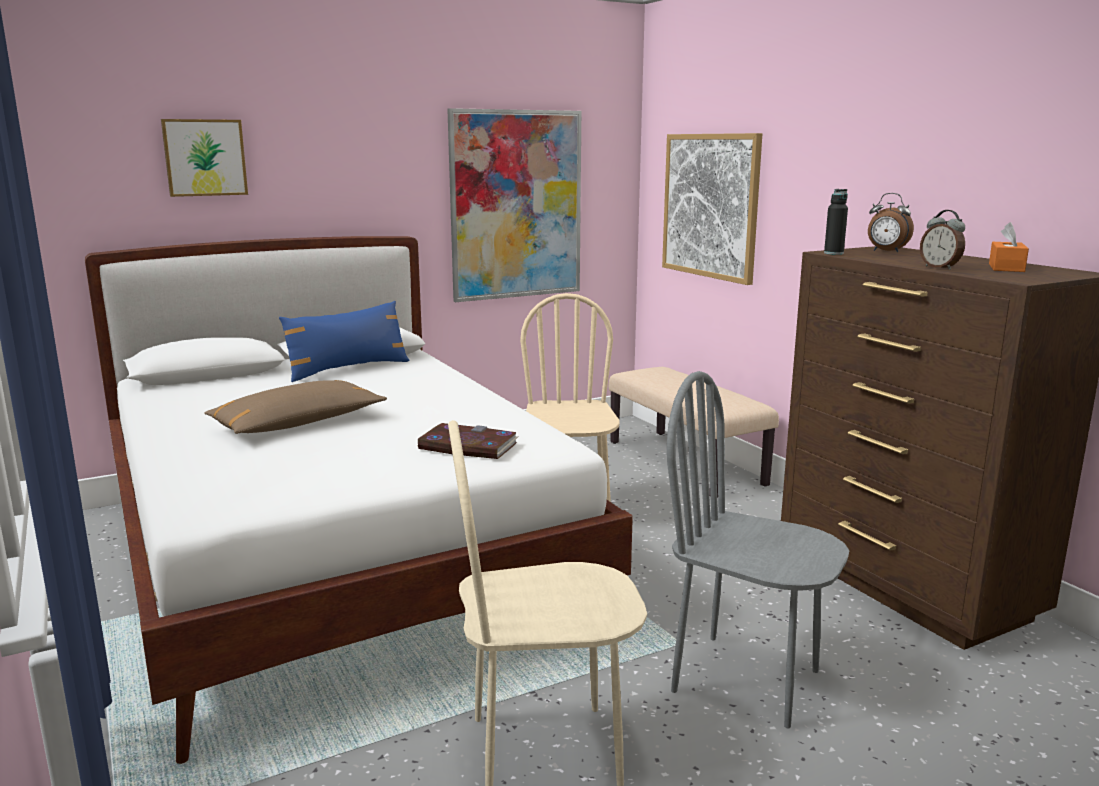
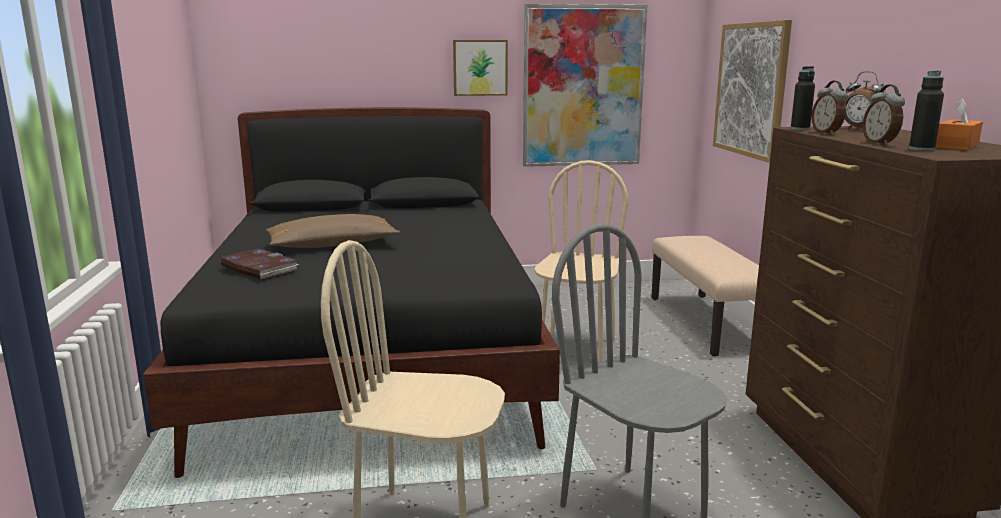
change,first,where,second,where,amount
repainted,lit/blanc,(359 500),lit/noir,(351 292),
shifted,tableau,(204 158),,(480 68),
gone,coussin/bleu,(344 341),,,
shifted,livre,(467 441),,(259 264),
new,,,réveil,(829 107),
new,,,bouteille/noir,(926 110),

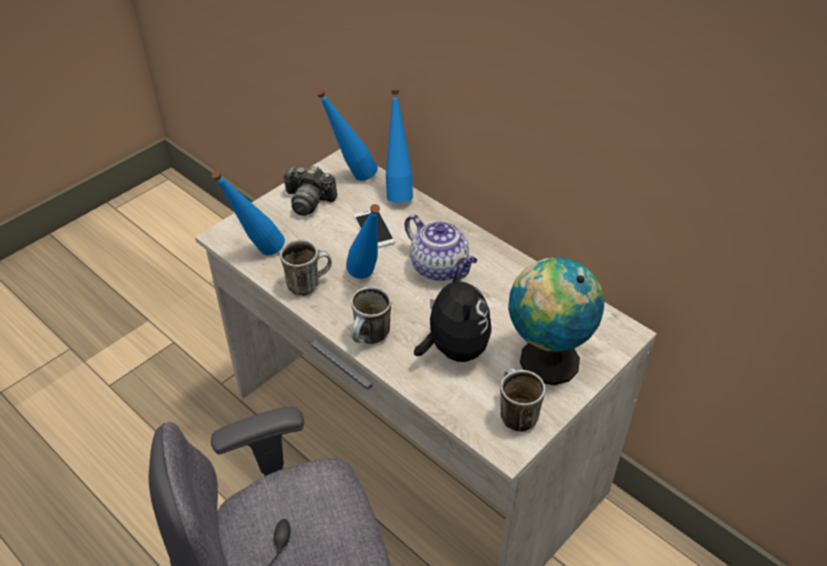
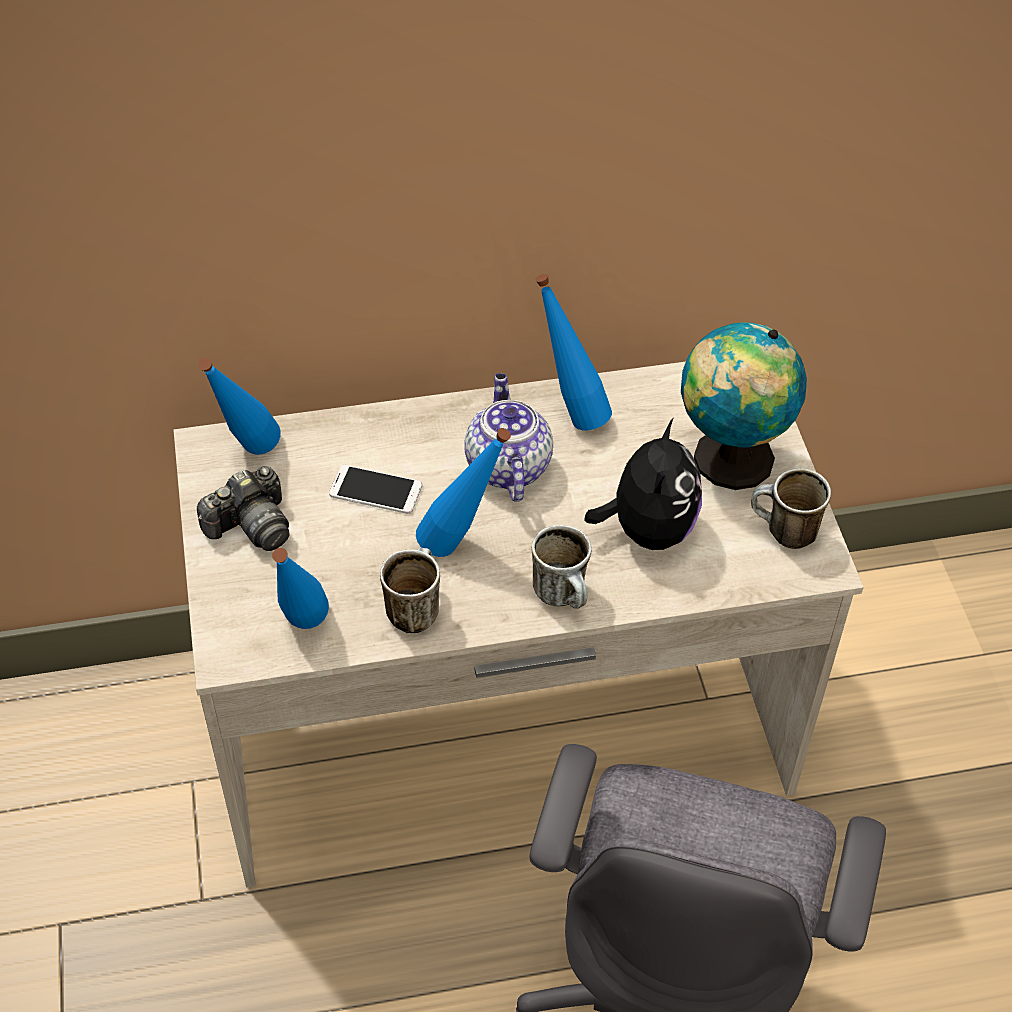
change,first,where,second,where,amount
shifted,bouteille/bleu,(399 145),,(573 352),
rotated,théière,(441 247),,(508 437),90 degrees counterclockwise
rotated,peluche,(453 313),,(643 483),75 degrees clockwise

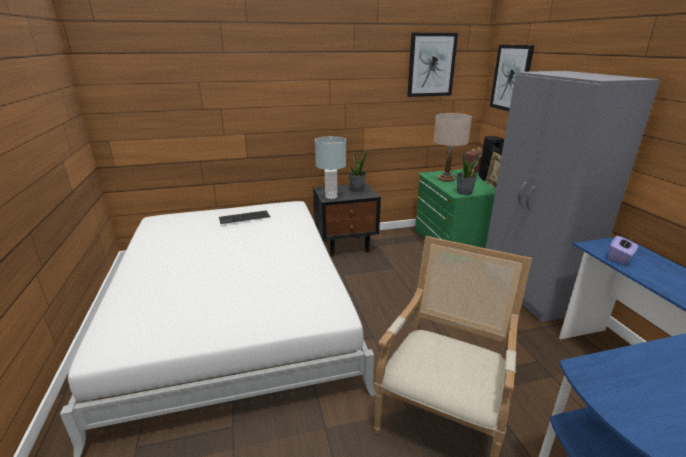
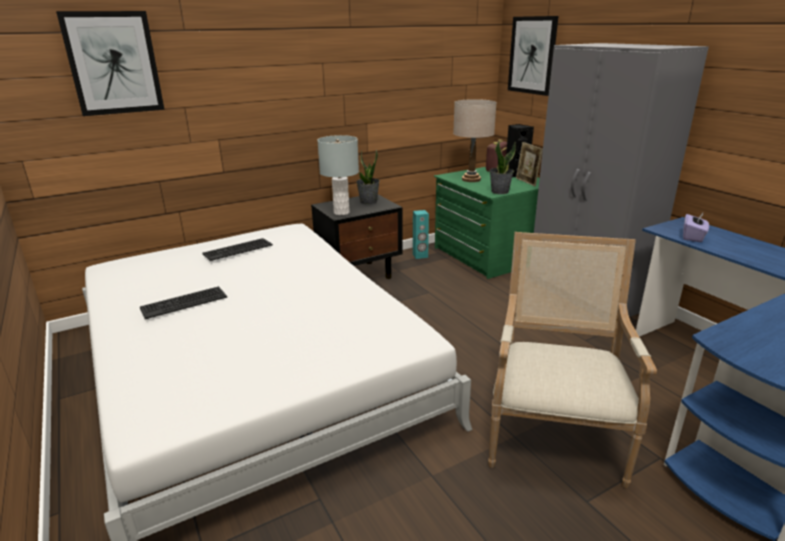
change,first,where,second,where,amount
shifted,tableau,(432 65),,(110 63),
new,,,clavier,(183 302),
new,,,enceinte/turquoise,(421 234),

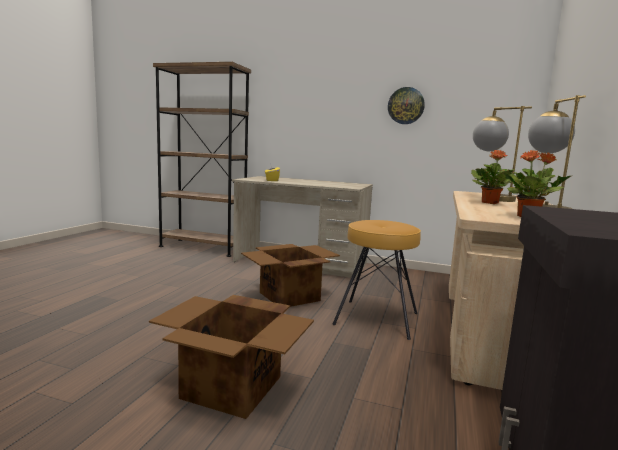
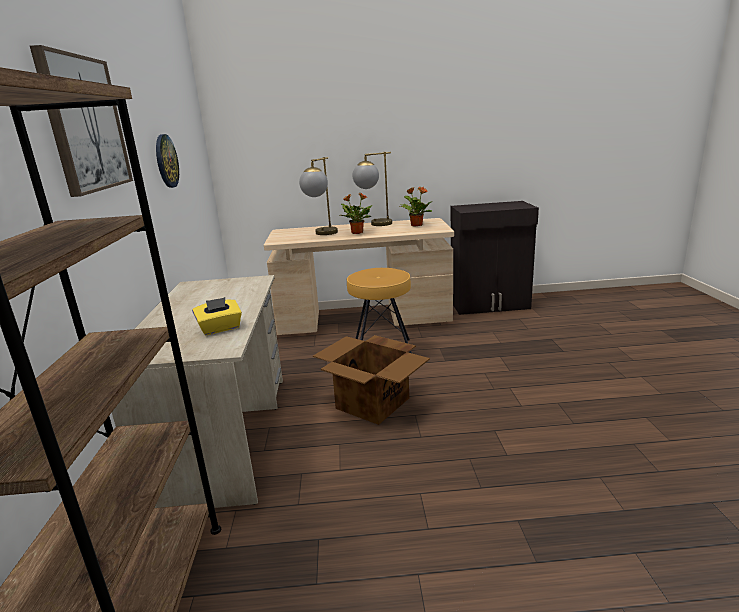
change,first,where,second,where,amount
gone,carton,(231 357),,,
new,,,tableau,(81 121),

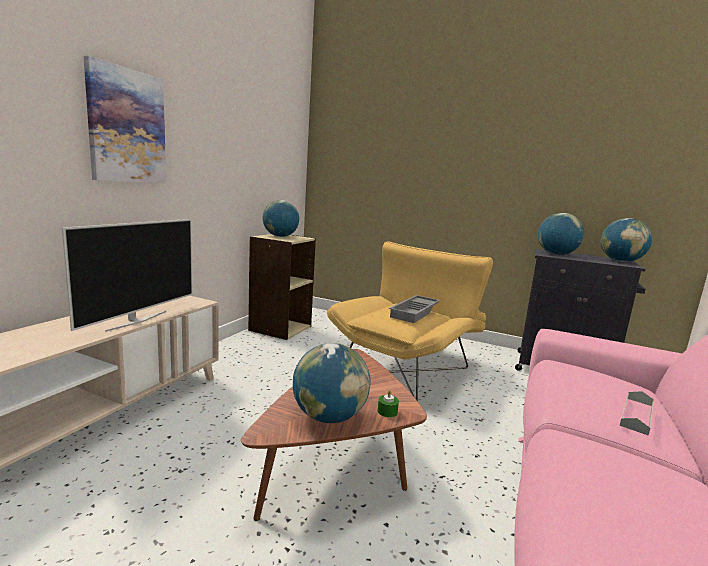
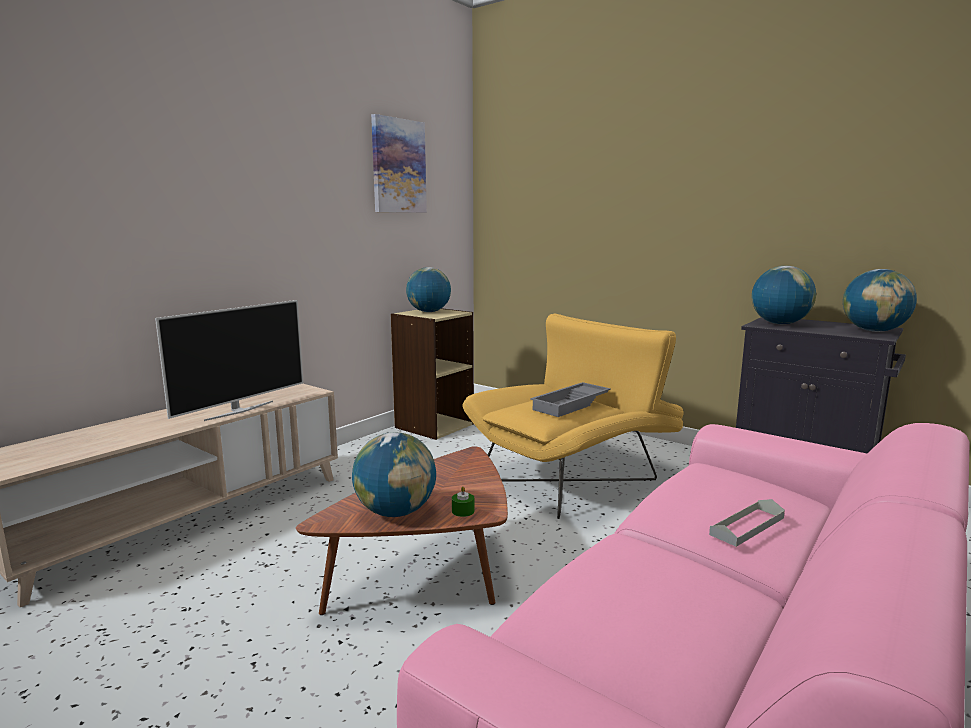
change,first,where,second,where,amount
shifted,tableau,(124 119),,(399 163),

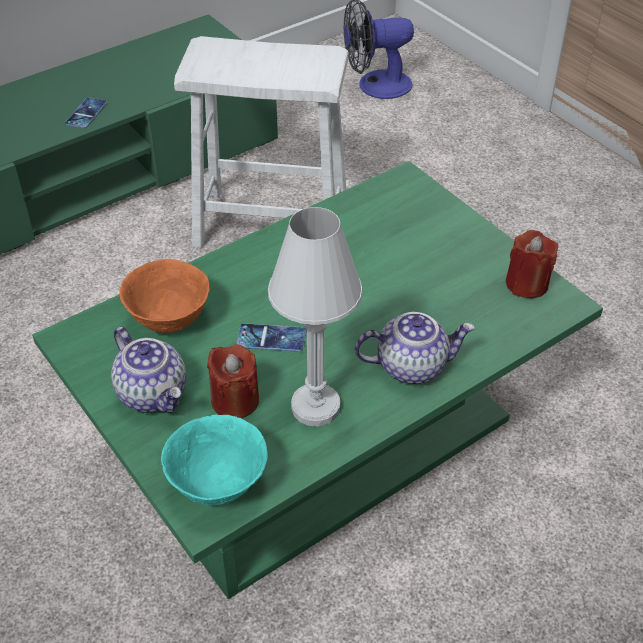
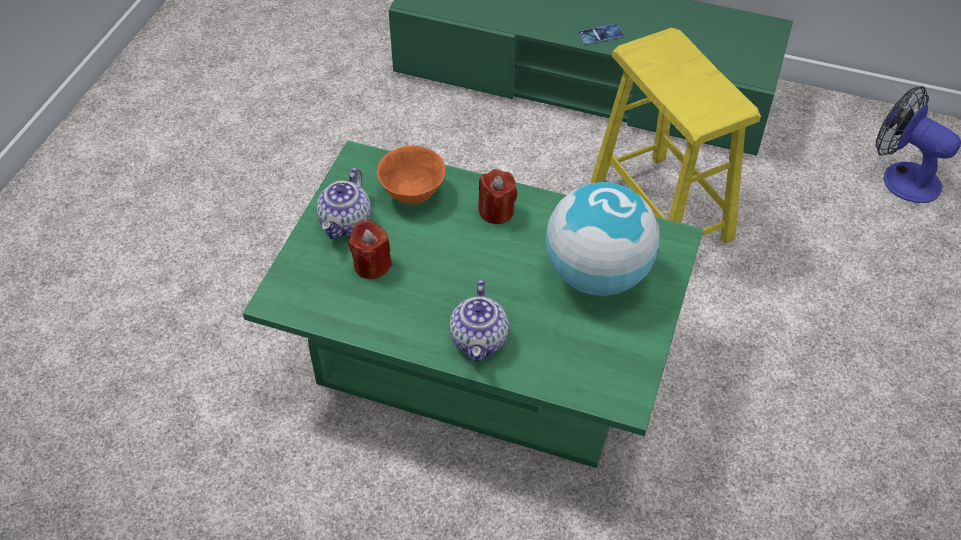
change,first,where,second,where,amount
gone,bol/turquoise,(214 460),,,
repainted,tabouret/blanc,(261 142),tabouret/jaune,(676 135),
gone,téléphone,(271 337),,,
gone,lampe de table/blanc,(315 317),,,
rotated,théière,(415 348),,(479 321),45 degrees clockwise
shifted,bougie/rouge,(532 264),,(498 196),
new,,,globe,(603 239),

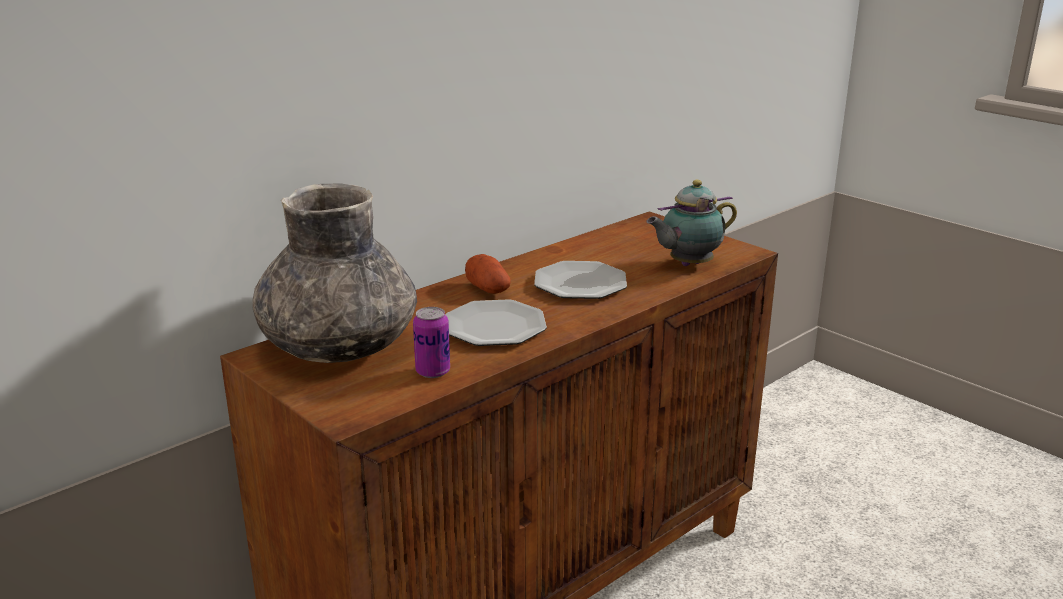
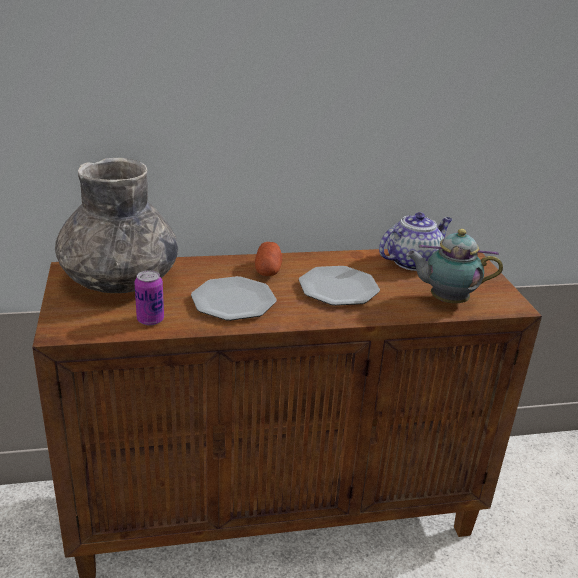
change,first,where,second,where,amount
new,,,théière,(416 241),

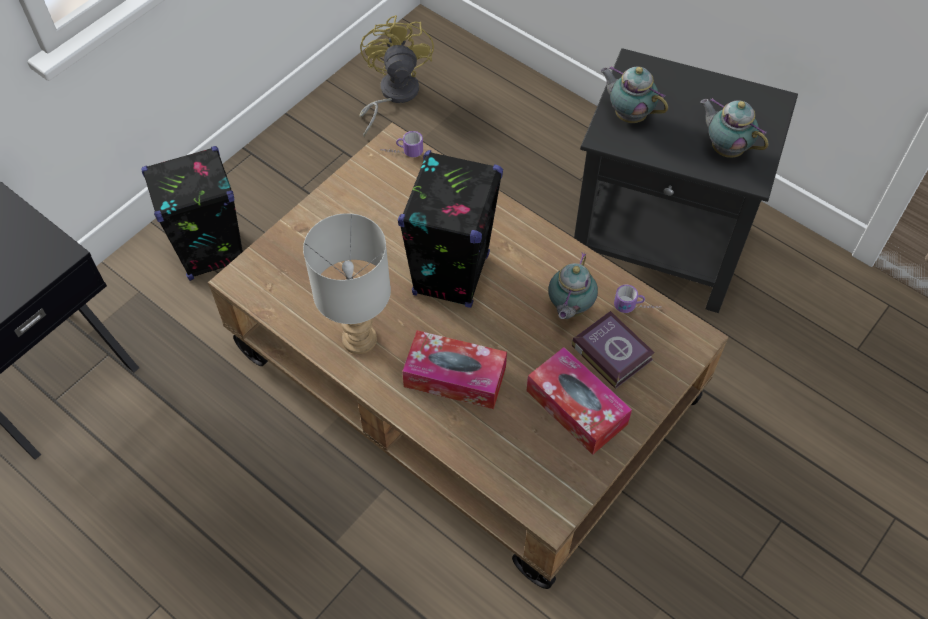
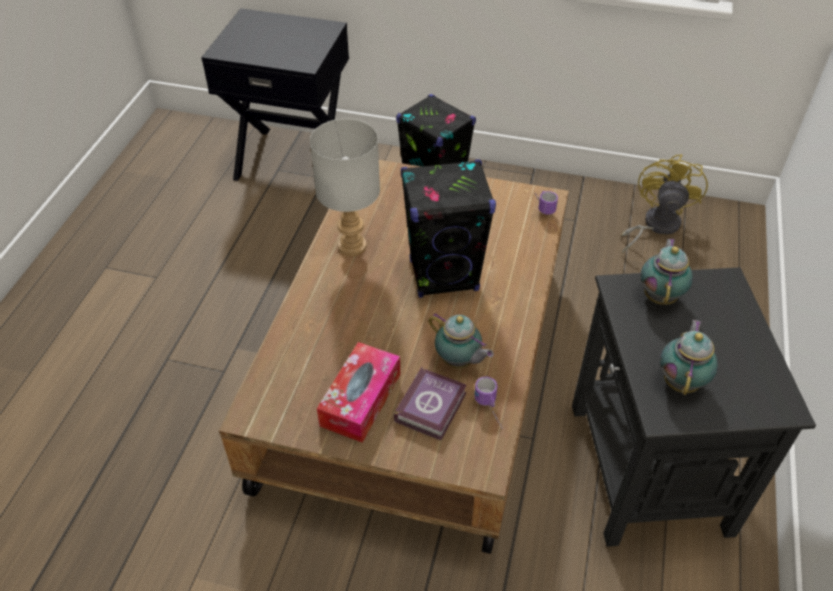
change,first,where,second,where,amount
rotated,ventilateur/jaune,(396 76),,(664 204),45 degrees counterclockwise
gone,boîte à mouchoirs,(454 369),,,
rotated,théière,(573 285),,(461 340),135 degrees counterclockwise

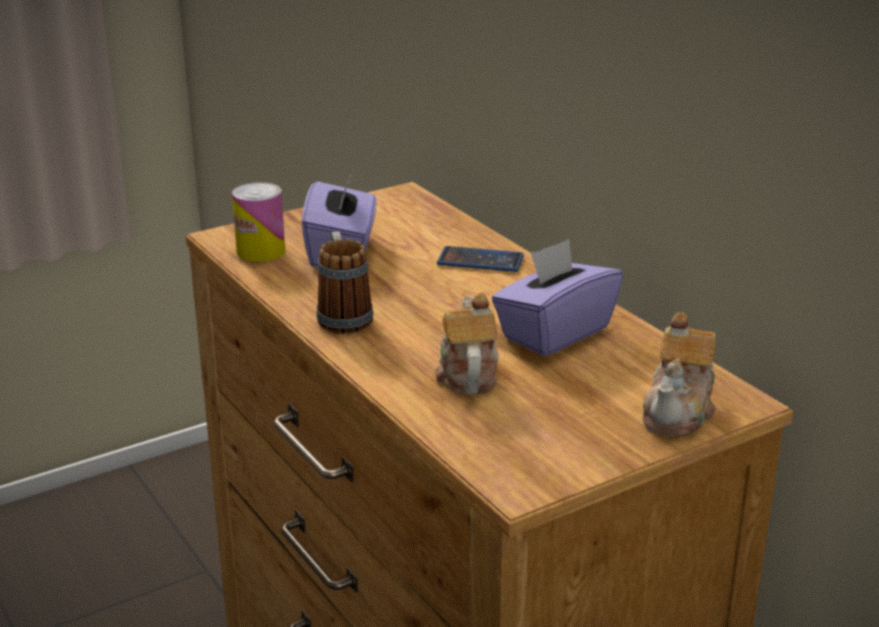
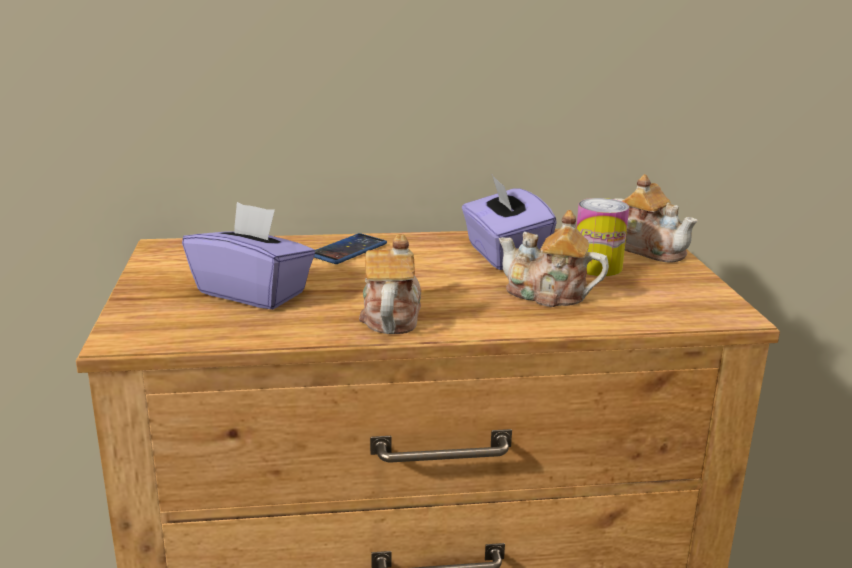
change,first,where,second,where,amount
shifted,boîte métallique,(258 222),,(602 237),
swapped,mug,(345 283),théière,(390 284),

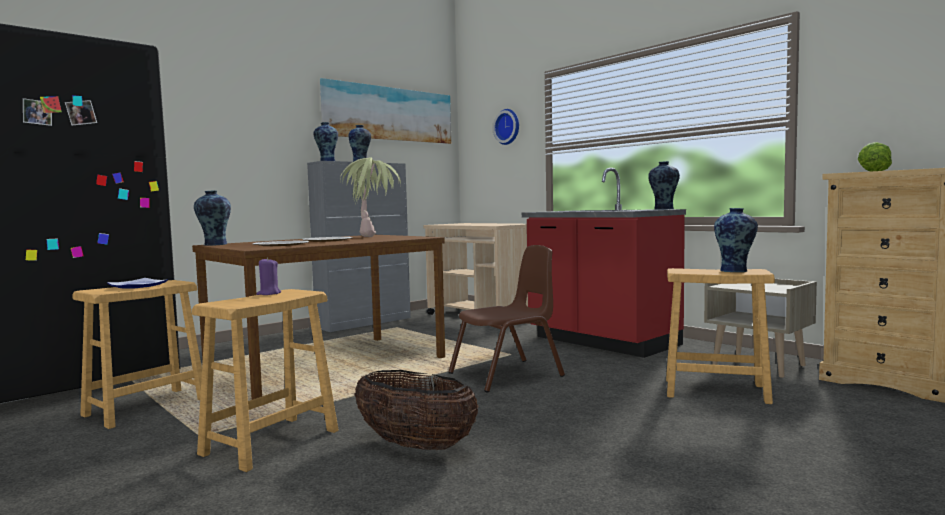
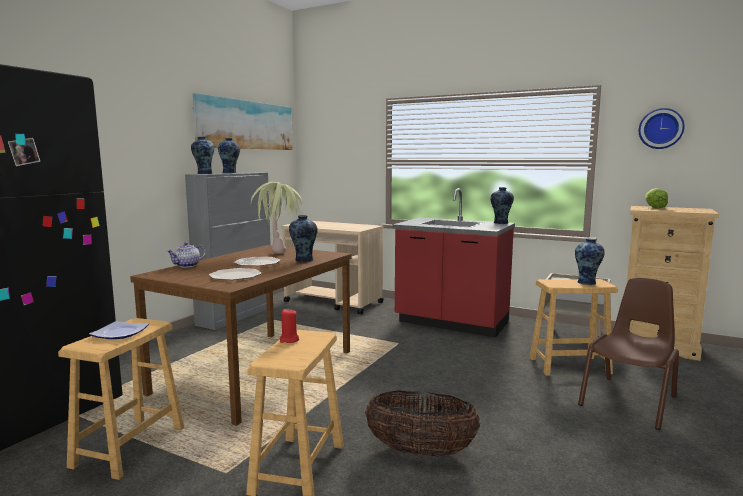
change,first,where,second,where,amount
shifted,vase,(212 218),,(303 238),
repainted,bougie/violet,(269 276),bougie/rouge,(289 325),
shifted,chaise/marron,(506 319),,(628 354),
shifted,horloge murale,(506 127),,(662 128),
new,,,théière,(186 255),

